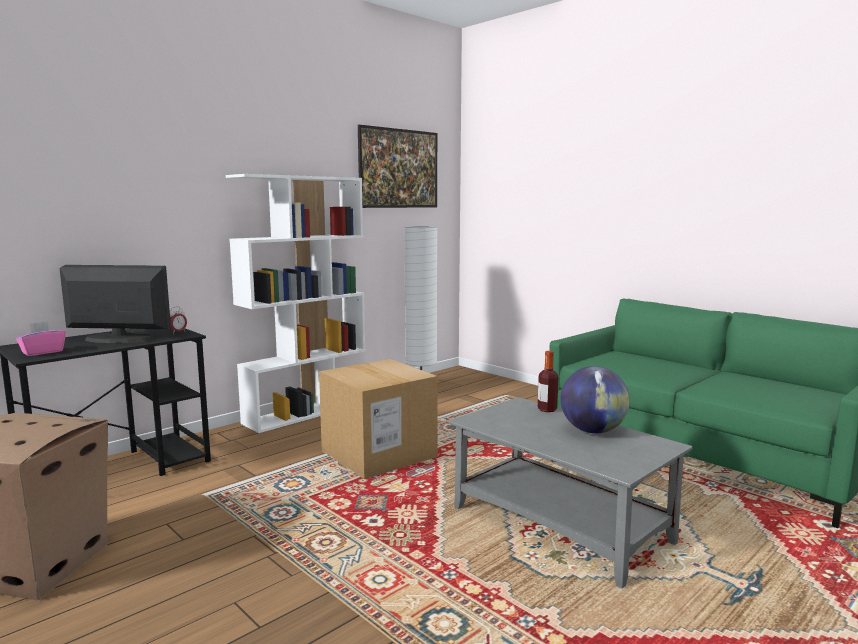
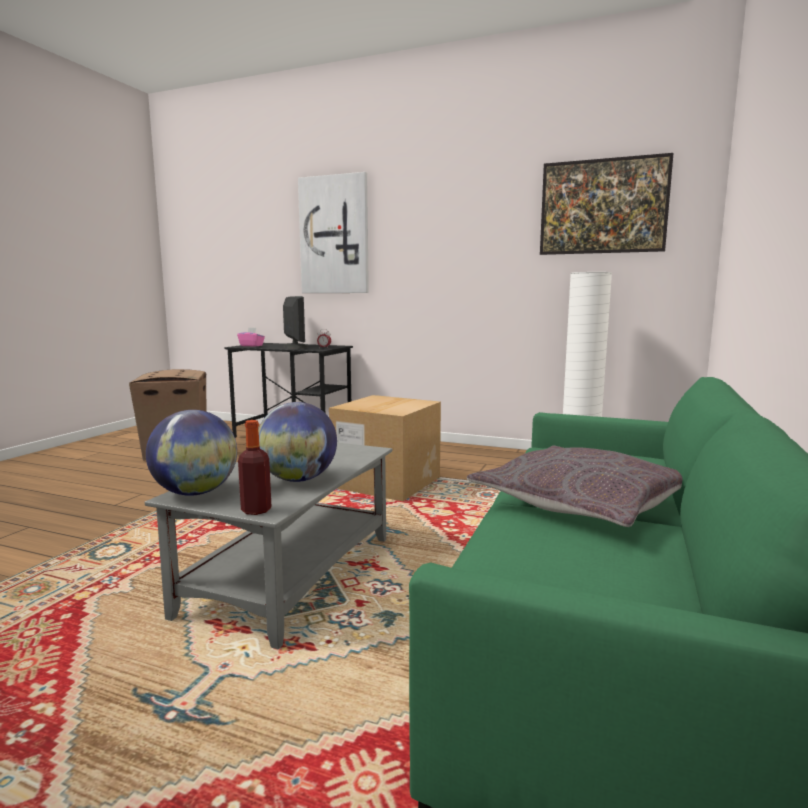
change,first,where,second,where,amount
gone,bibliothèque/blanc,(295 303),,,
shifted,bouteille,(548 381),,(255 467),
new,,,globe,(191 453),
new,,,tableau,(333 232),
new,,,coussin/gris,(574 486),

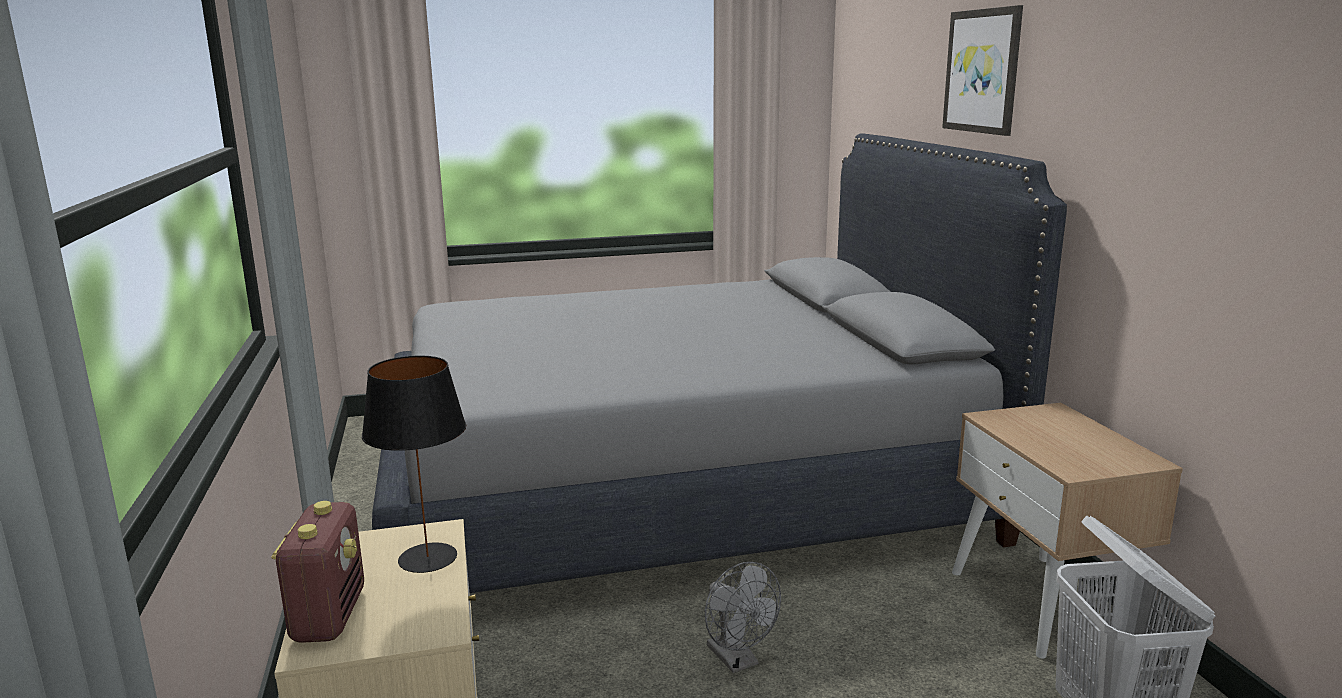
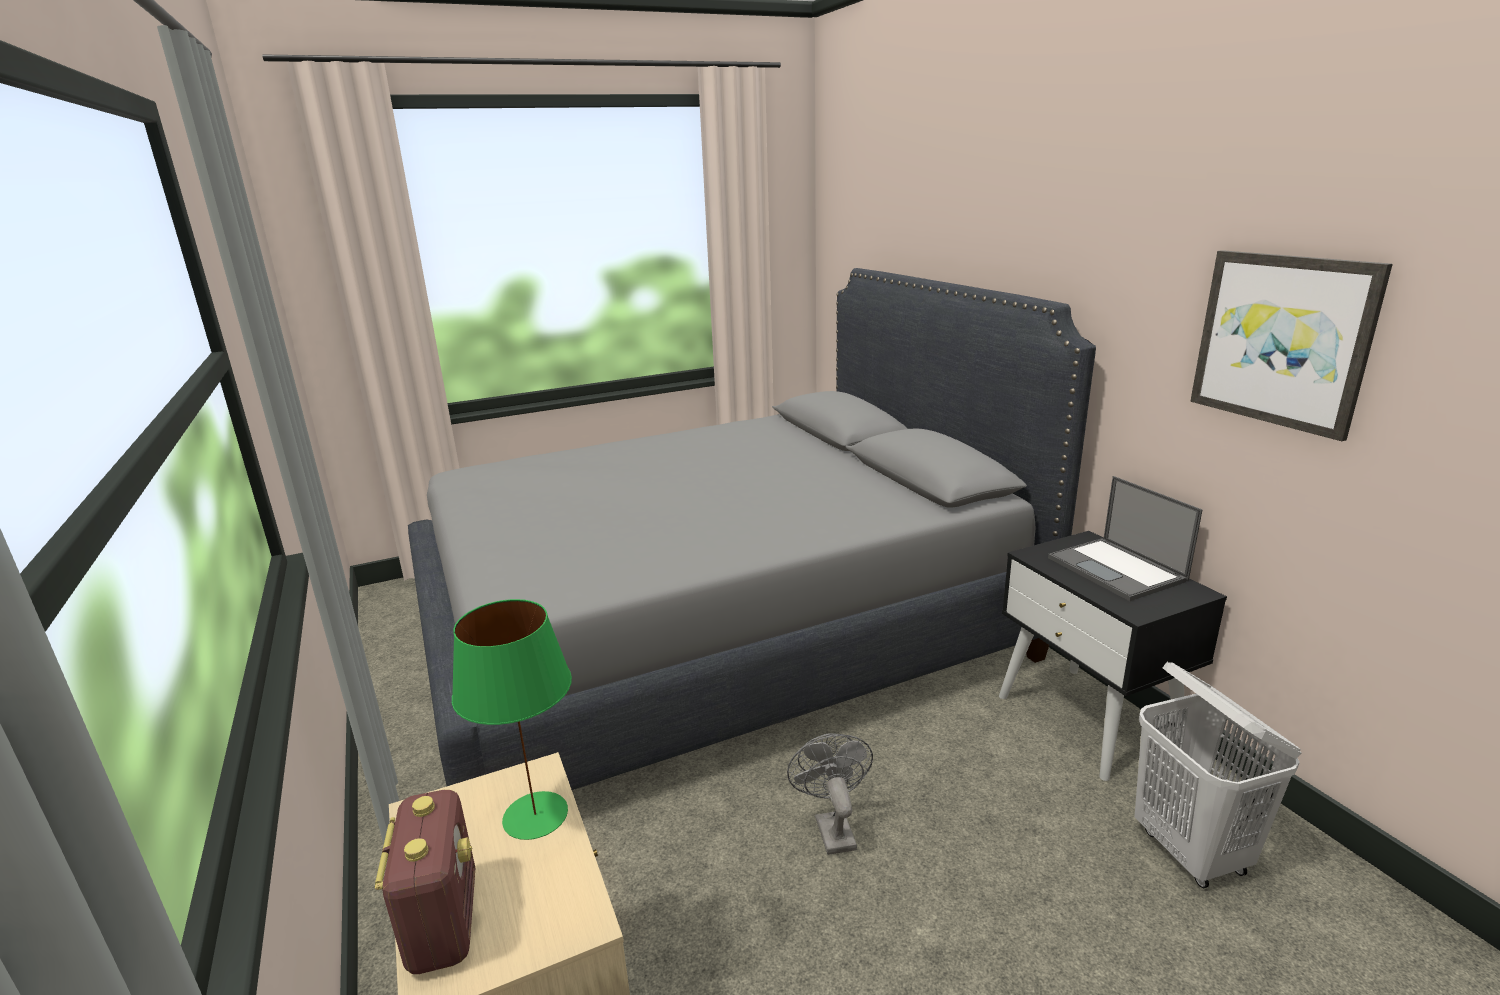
change,first,where,second,where,amount
repainted,lampe de table/noir,(414 464),lampe de table/vert,(512 719),
rotated,ventilateur/gris,(743 617),,(830 794),150 degrees counterclockwise
shifted,tableau,(982 70),,(1291 345),
repainted,table de chevet/beige,(1067 531),table de chevet/noir,(1113 656),
new,,,ordinateur portable,(1125 538),

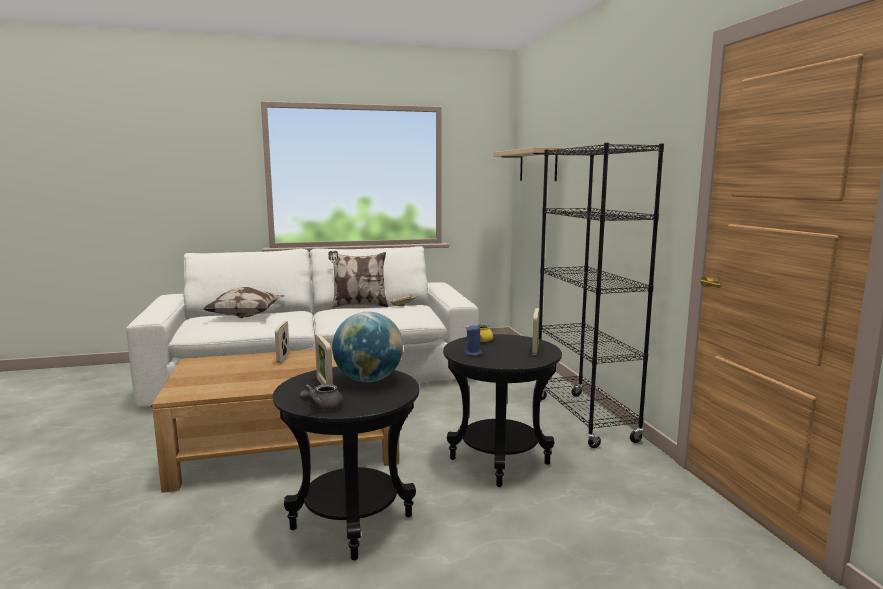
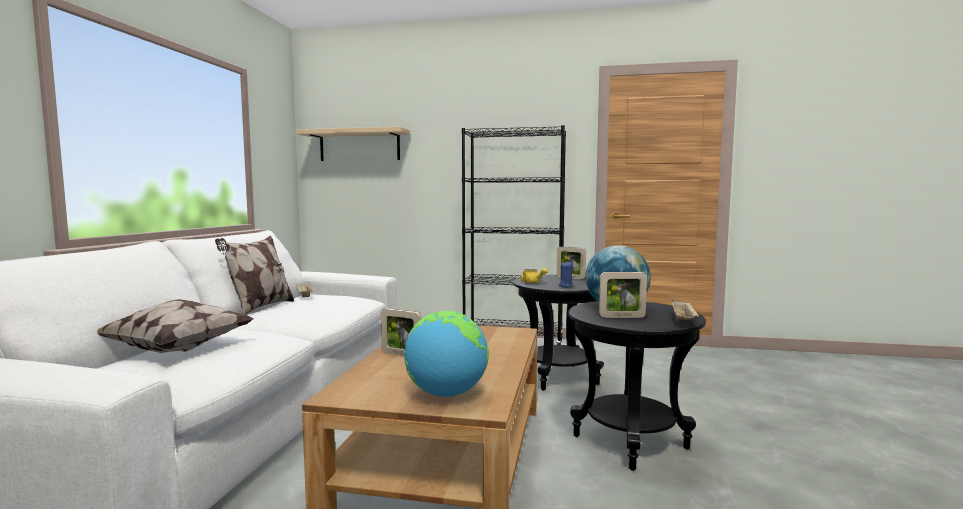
change,first,where,second,where,amount
swapped,théière/gris,(321 397),plateau/beige,(685 309),
new,,,globe,(446 354),

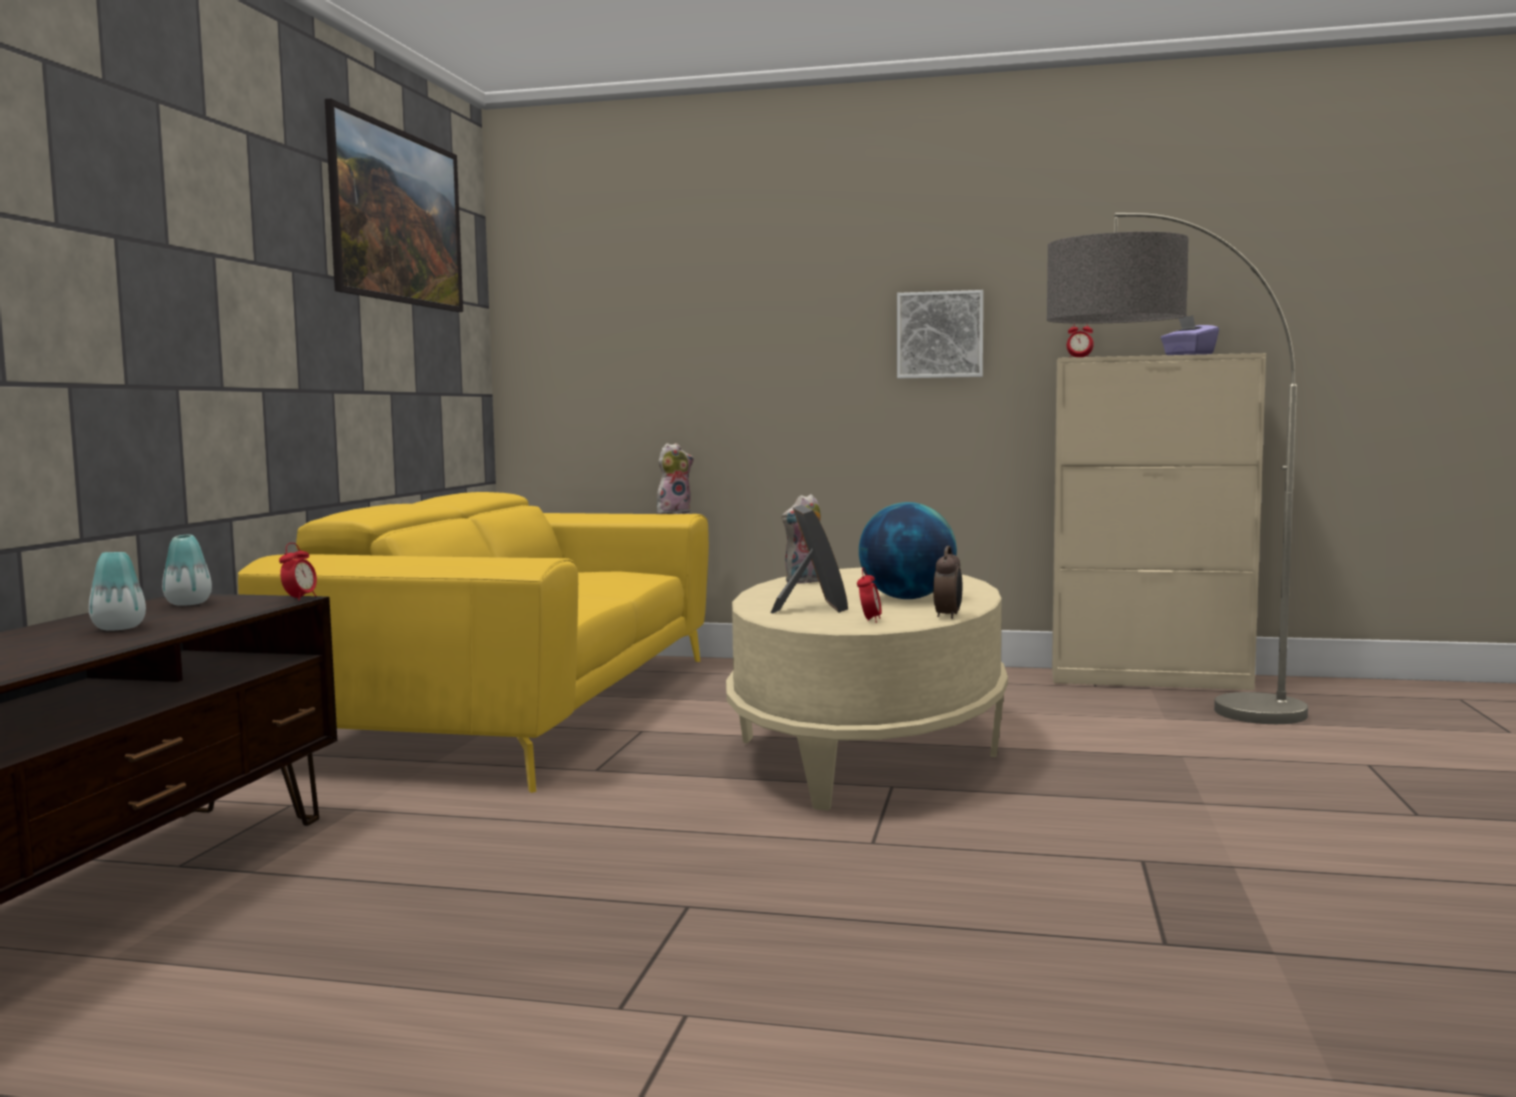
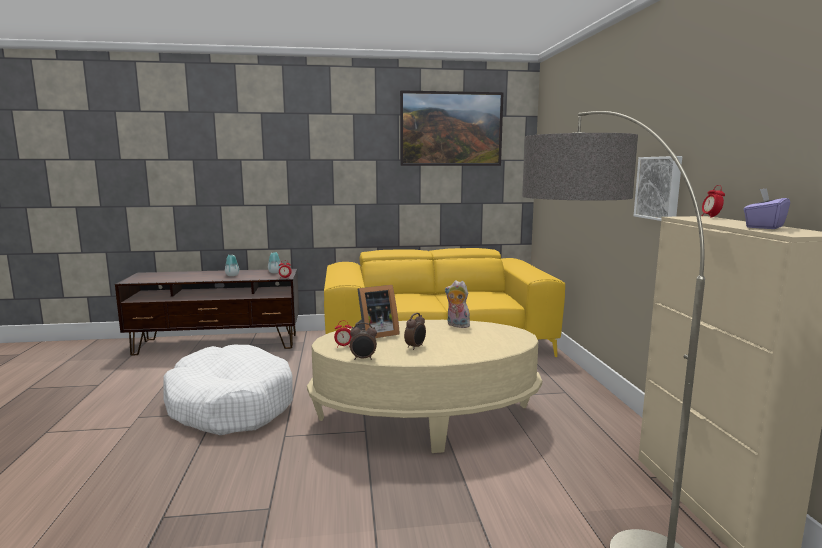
change,first,where,second,where,amount
gone,peluche,(675 479),,,
swapped,globe,(908 550),réveil,(415 331),
new,,,panier pour chien/blanc,(228 390),

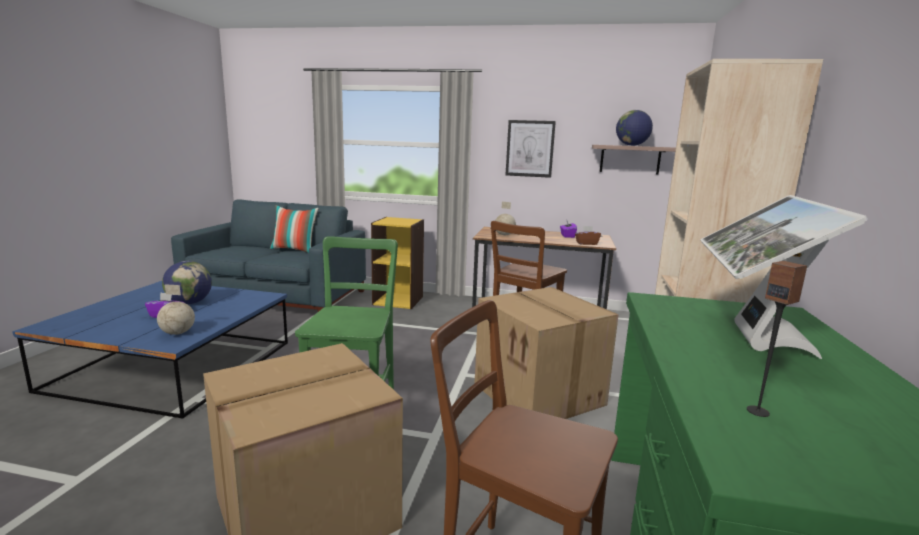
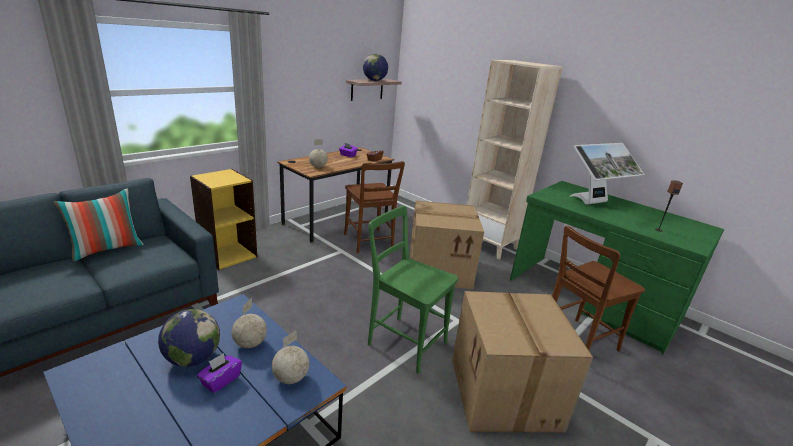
change,first,where,second,where,amount
gone,tableau,(531 149),,,
rotated,écran d'ordinateur,(784 277),,(607 174),75 degrees counterclockwise
new,,,globe,(249 323),

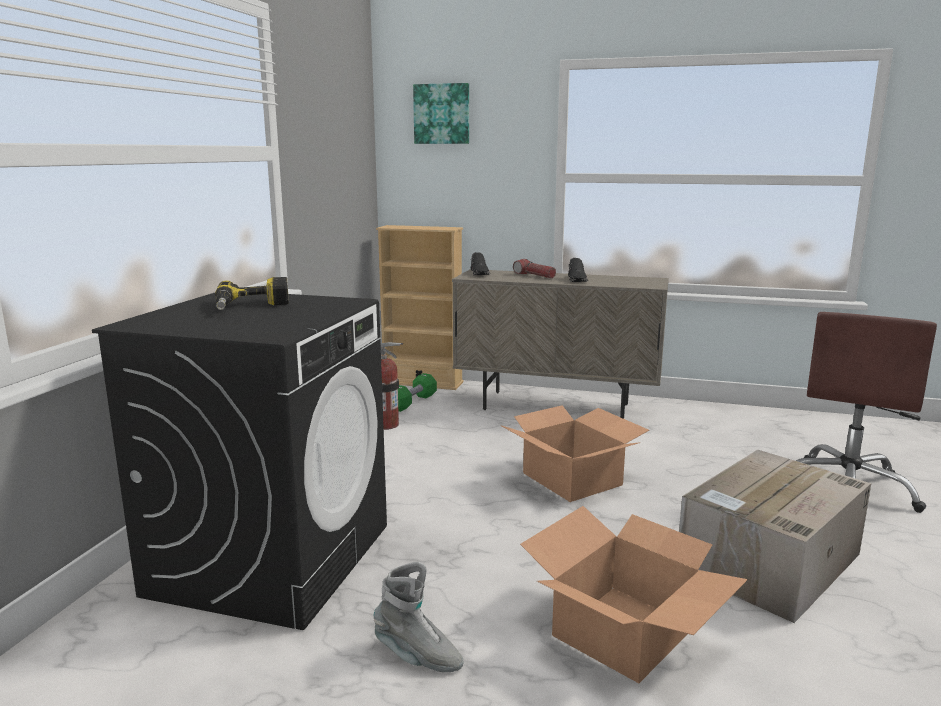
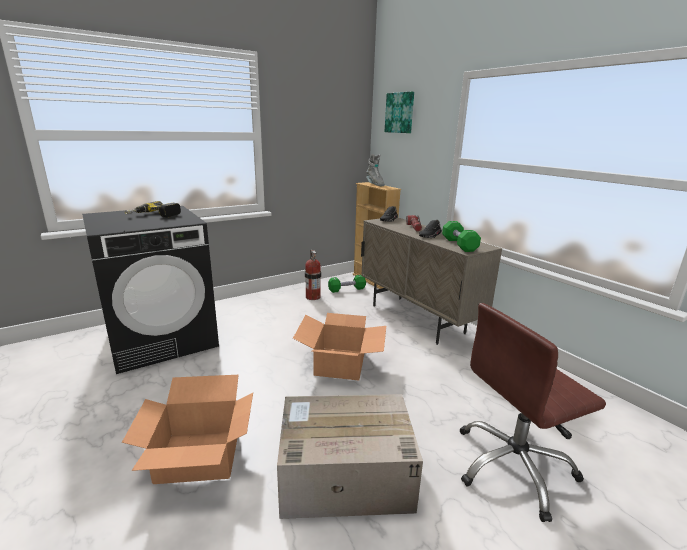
change,first,where,second,where,amount
shifted,botte/gris,(419 617),,(375 170),
new,,,haltère/vert,(461 236),

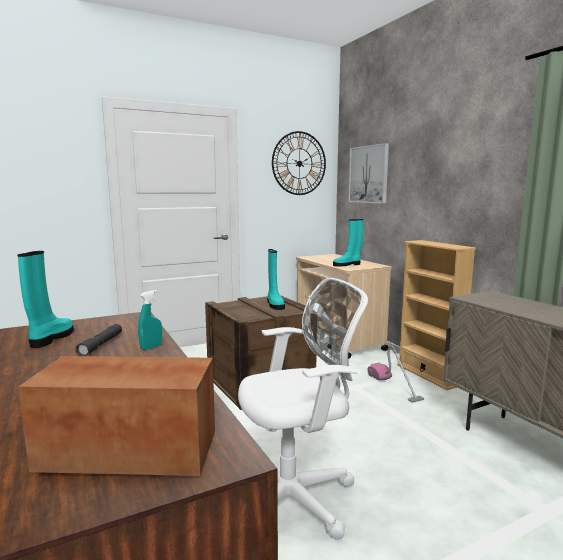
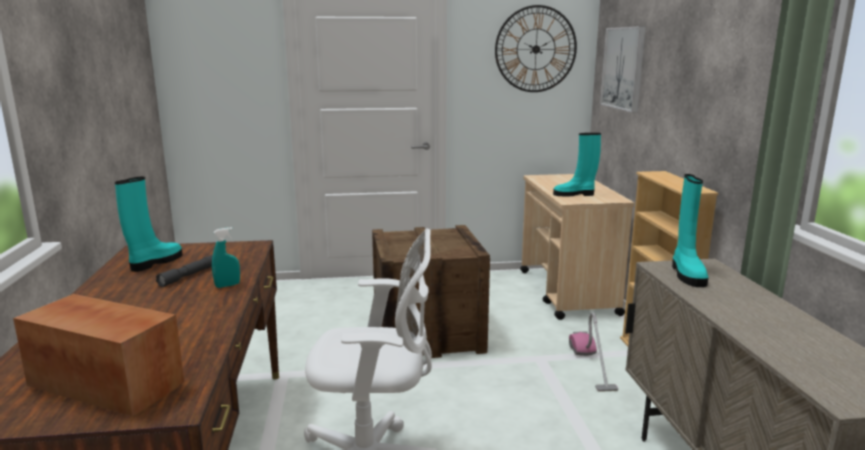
change,first,where,second,where,amount
shifted,botte/turquoise,(276 279),,(690 230),

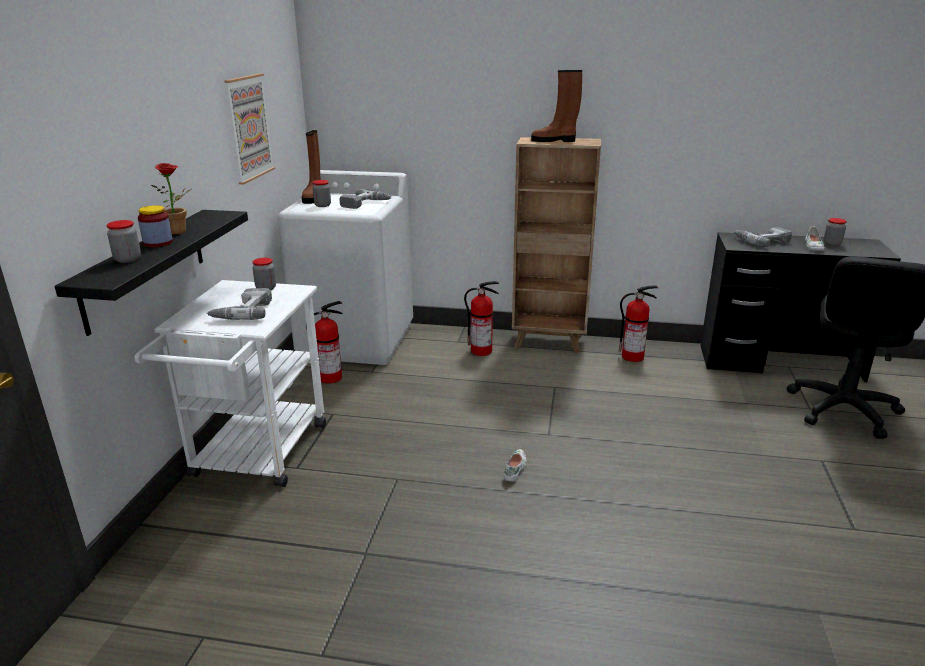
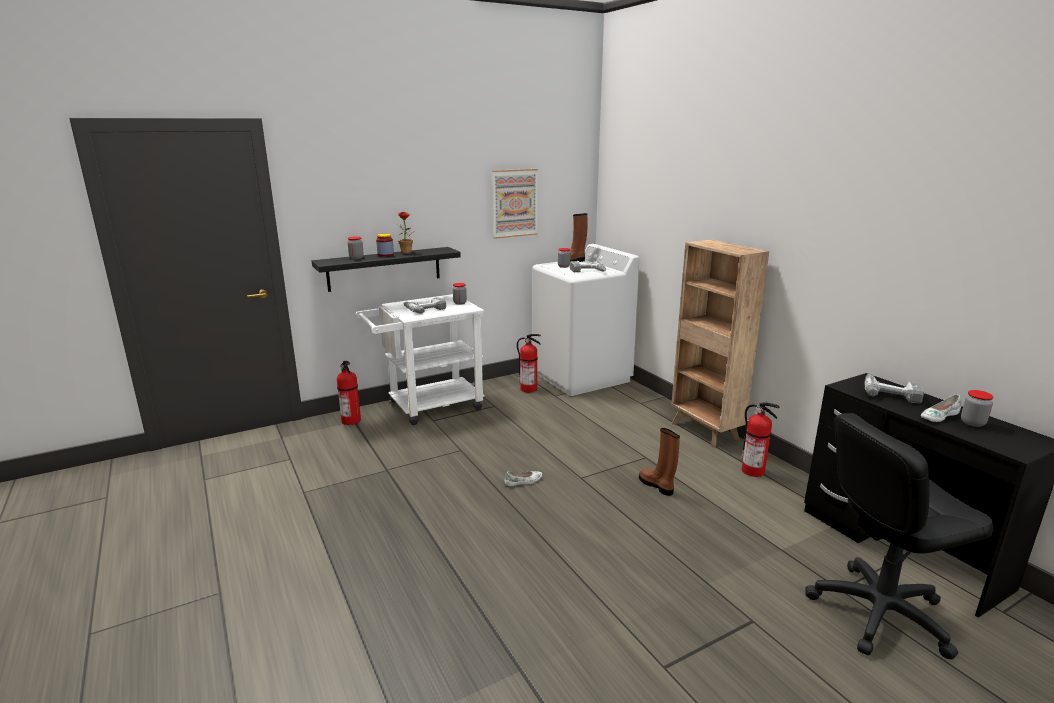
change,first,where,second,where,amount
shifted,extincteur,(481 318),,(349 393),
shifted,botte/marron,(556 106),,(659 462),

